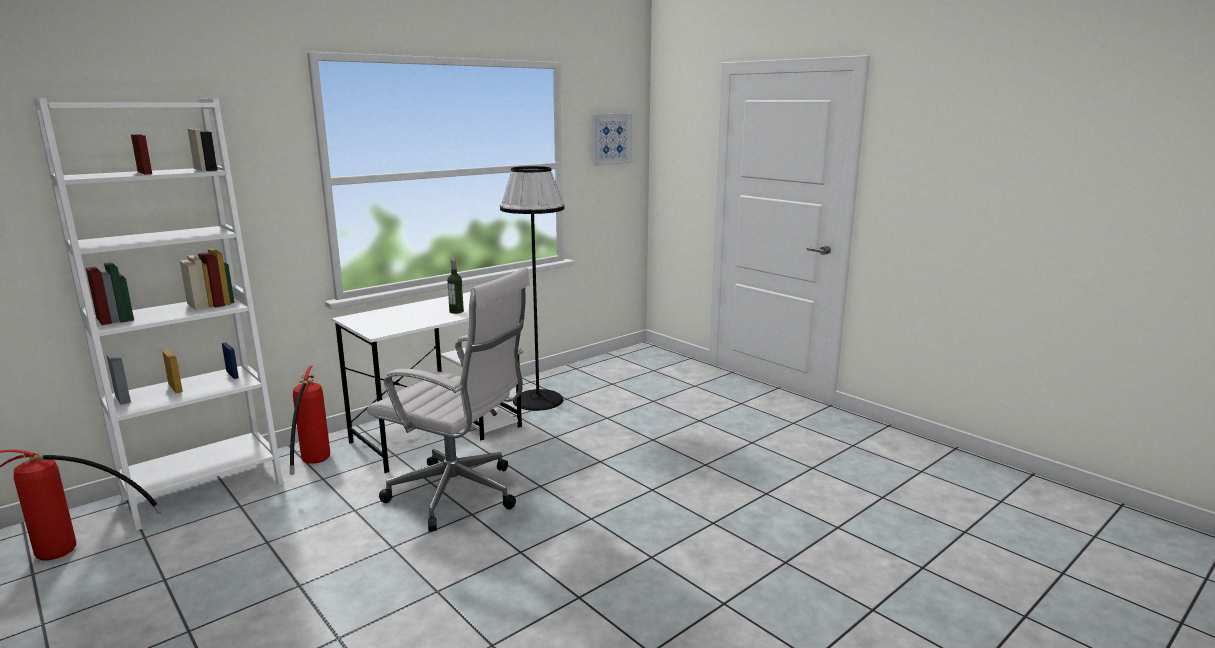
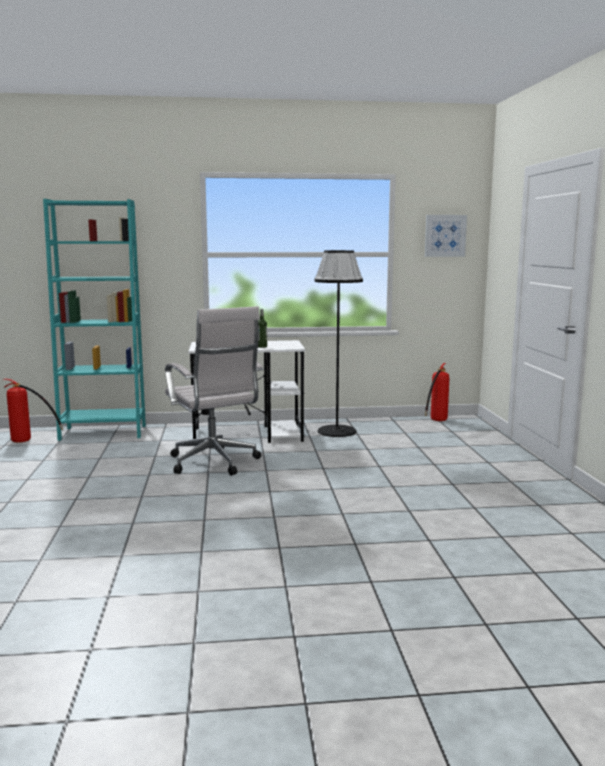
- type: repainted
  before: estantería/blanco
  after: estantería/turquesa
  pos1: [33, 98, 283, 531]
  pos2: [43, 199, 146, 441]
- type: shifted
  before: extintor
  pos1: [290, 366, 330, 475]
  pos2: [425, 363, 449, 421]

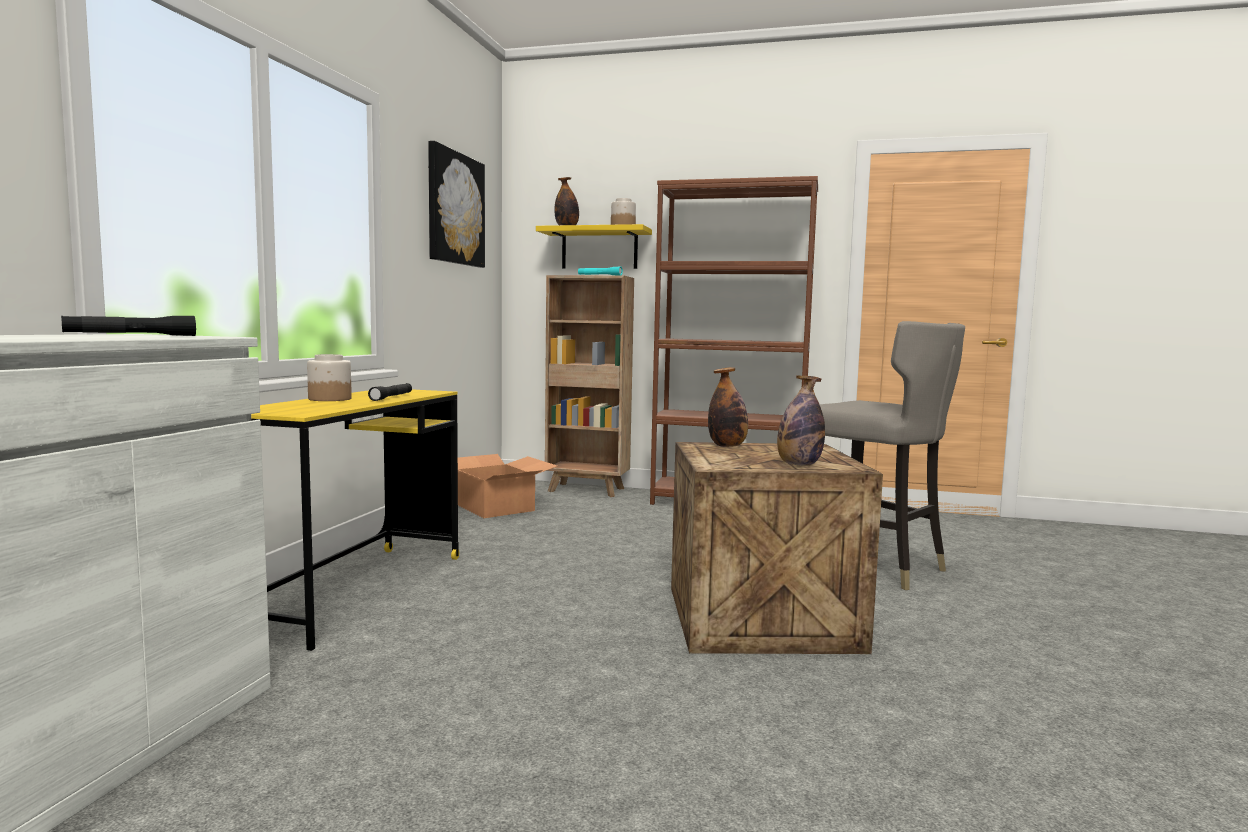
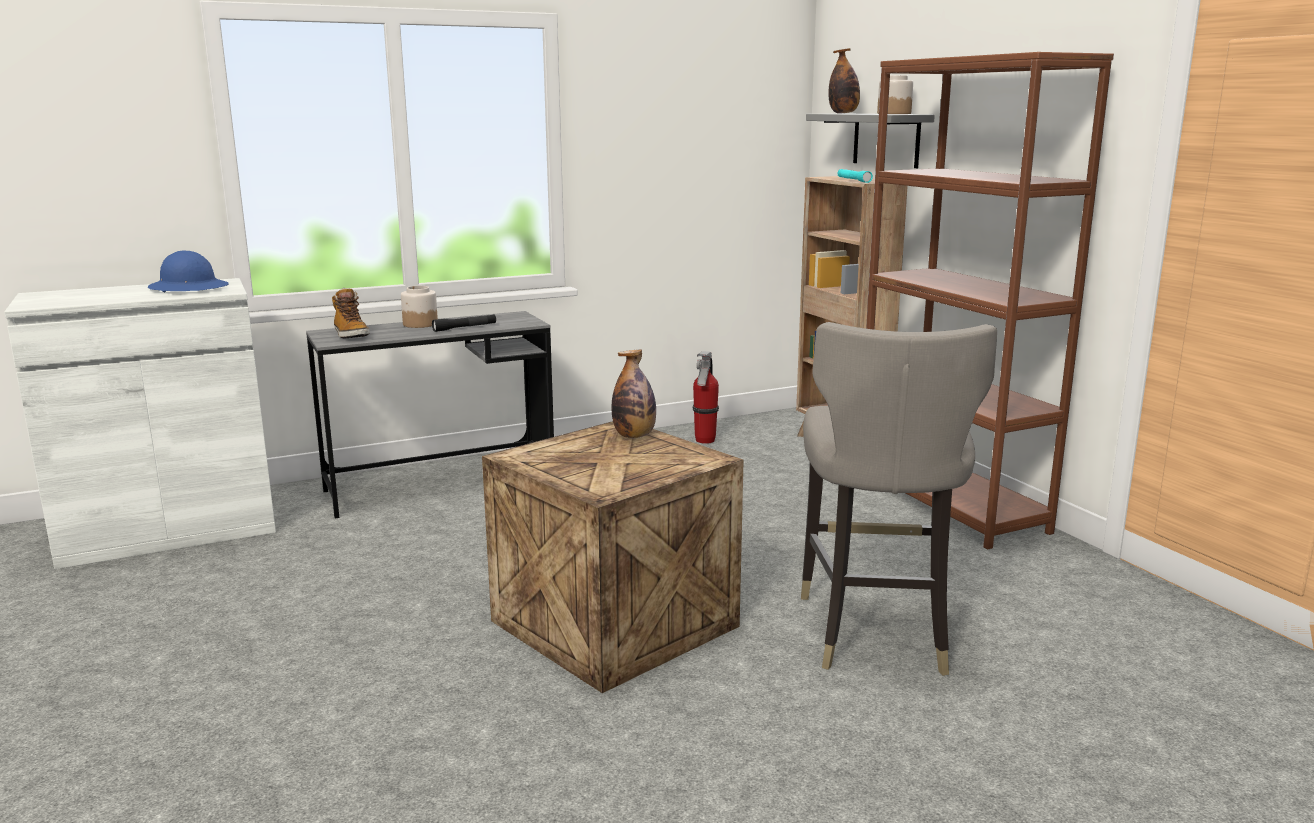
- type: gone
  before: cuadro
  pos1: [428, 141, 485, 268]
- type: repainted
  before: estante/amarillo
  after: estante/gris
  pos1: [536, 224, 652, 269]
  pos2: [806, 114, 935, 168]
- type: swapped
  before: linterna/negro
  after: casco/azul
  pos1: [61, 316, 196, 336]
  pos2: [148, 250, 229, 292]
- type: gone
  before: botella
  pos1: [777, 375, 825, 466]
- type: repainted
  before: escritorio/amarillo
  after: escritorio/gris
  pos1: [251, 389, 459, 651]
  pos2: [306, 311, 554, 518]
- type: swapped
  before: caja de cartón
  after: extintor
  pos1: [458, 454, 557, 518]
  pos2: [692, 351, 719, 444]
- type: new
  after: bota
  pos2: [332, 288, 370, 338]

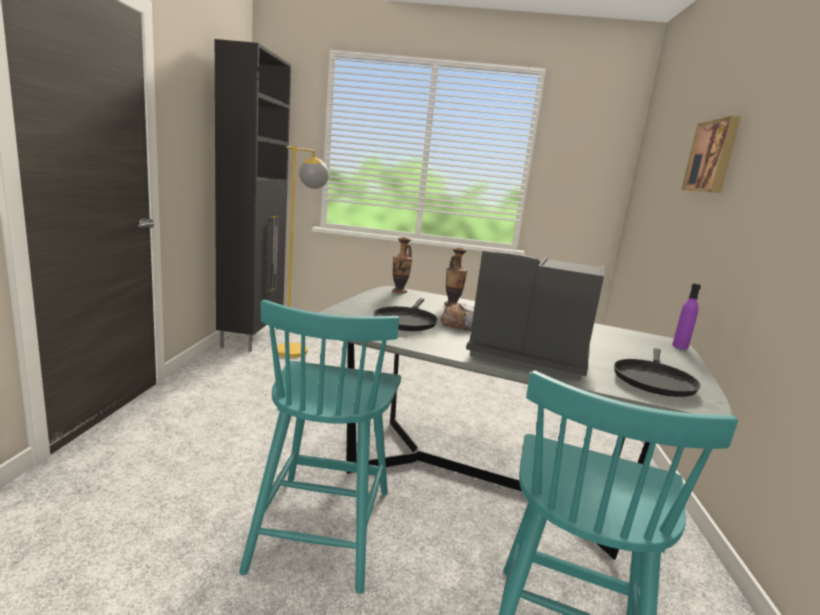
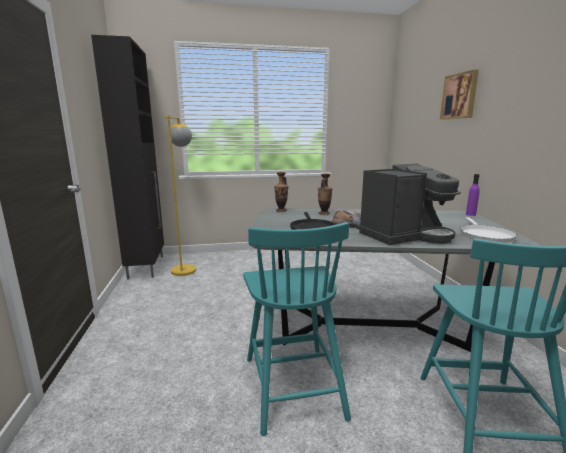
- type: rotated
  before: cafetera
  pos1: [466, 251, 604, 380]
  pos2: [356, 164, 461, 245]
  turn: 150
- type: repainted
  before: sartén/negro
  after: sartén/blanco
  pos1: [614, 348, 701, 397]
  pos2: [460, 217, 517, 243]

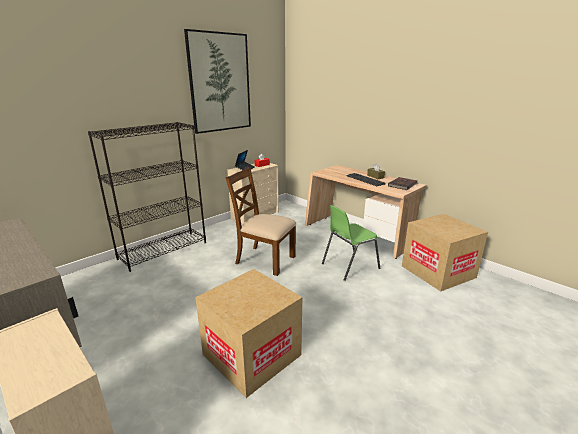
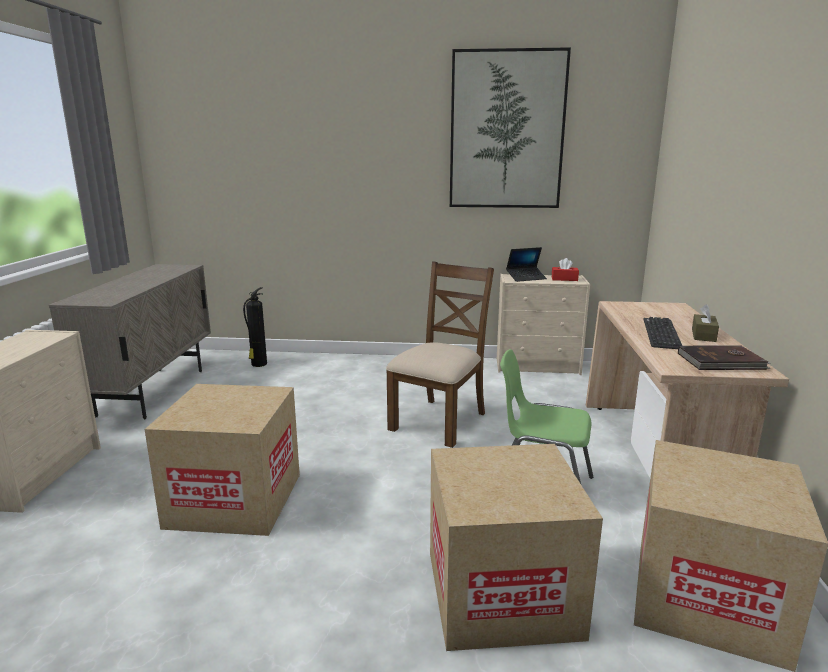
- type: gone
  before: estantería/negro
  pos1: [88, 122, 206, 272]
- type: rotated
  before: silla/marrón
  pos1: [226, 167, 296, 276]
  pos2: [386, 261, 494, 448]
  turn: 45
- type: new
  after: extintor
  pos2: [243, 287, 267, 367]
- type: new
  after: caja de cartón
  pos2: [430, 444, 603, 651]

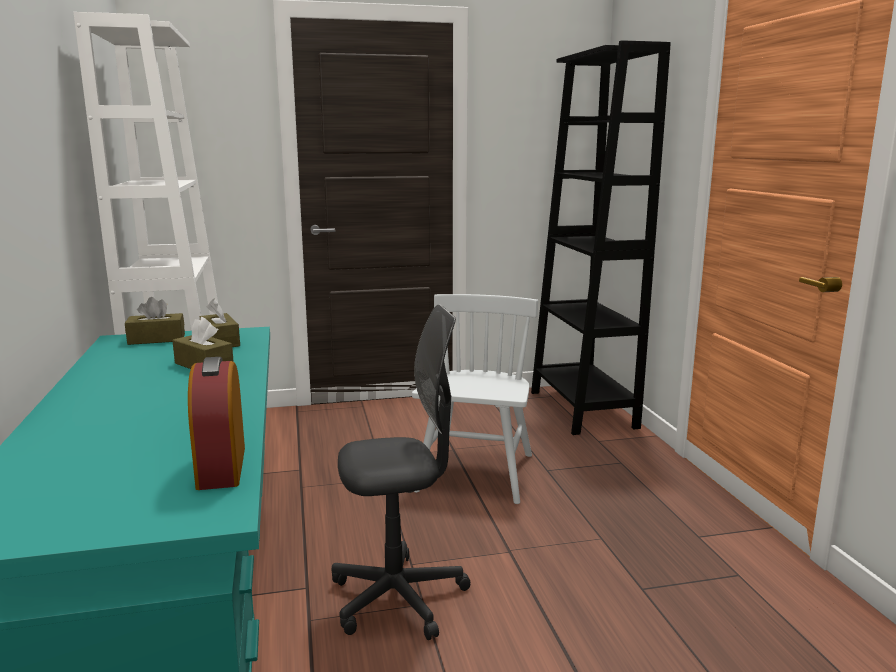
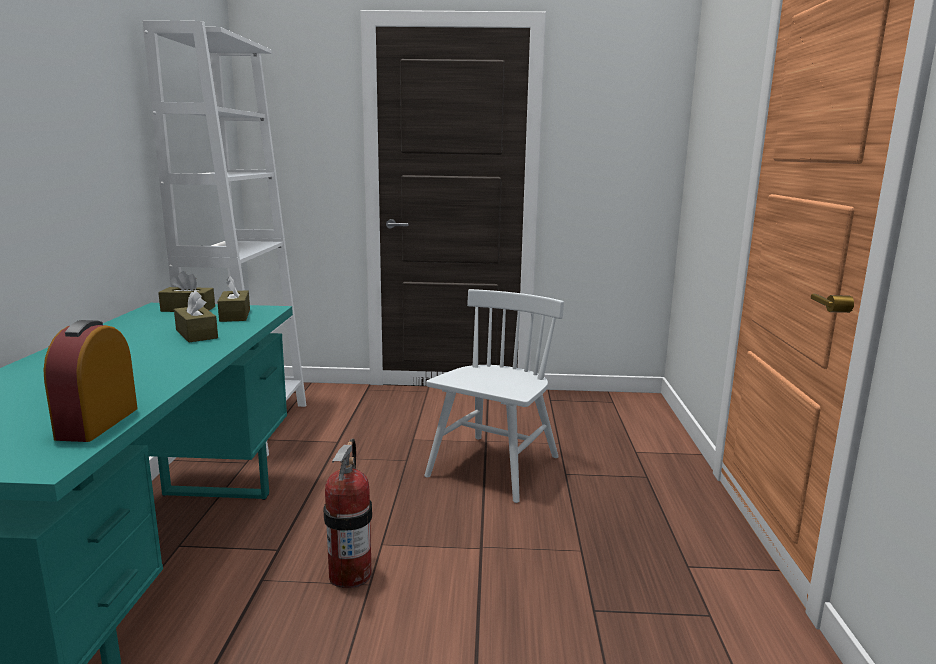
- type: gone
  before: estantería/negro
  pos1: [531, 40, 671, 435]
- type: swapped
  before: silla de oficina/gris
  after: extintor
  pos1: [332, 304, 471, 640]
  pos2: [323, 438, 372, 588]

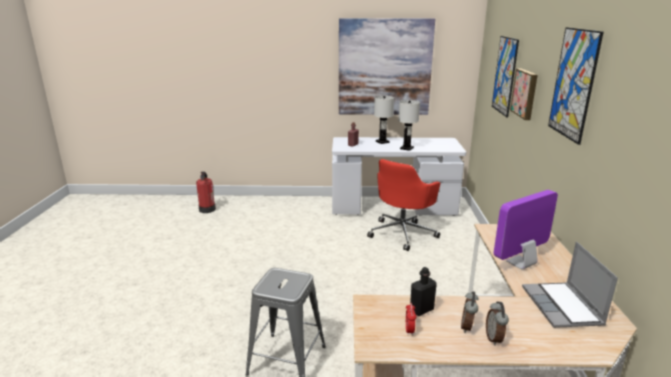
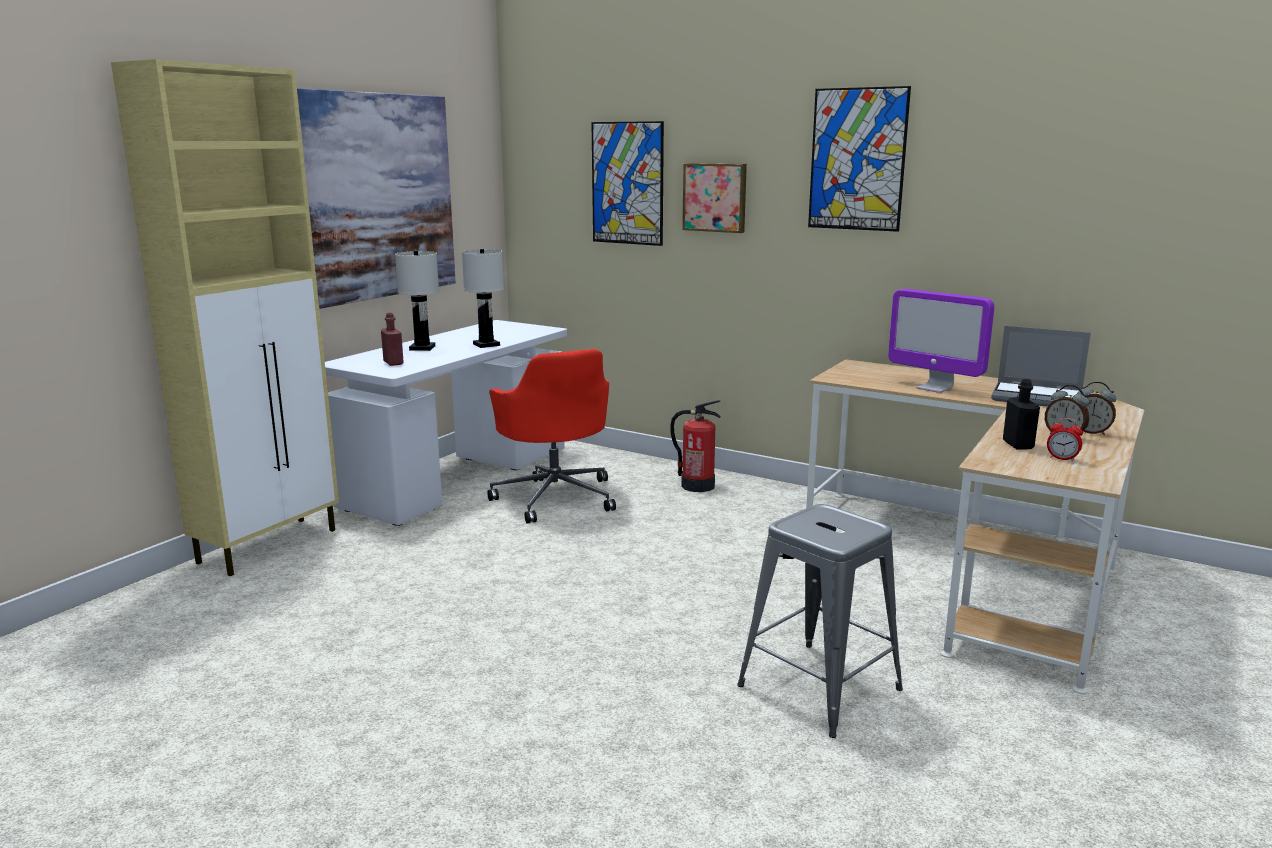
- type: shifted
  before: extintor
  pos1: [196, 172, 216, 213]
  pos2: [670, 400, 721, 492]
- type: rotated
  before: monitor
  pos1: [494, 190, 558, 269]
  pos2: [888, 289, 994, 393]
  turn: -45
- type: new
  after: armario/beis
  pos2: [111, 59, 339, 576]

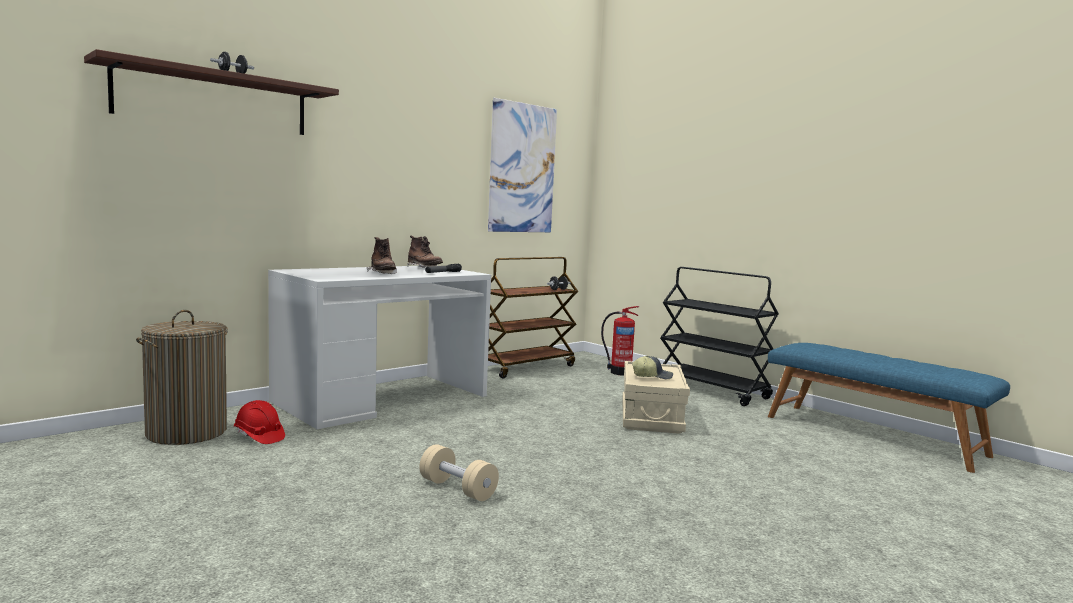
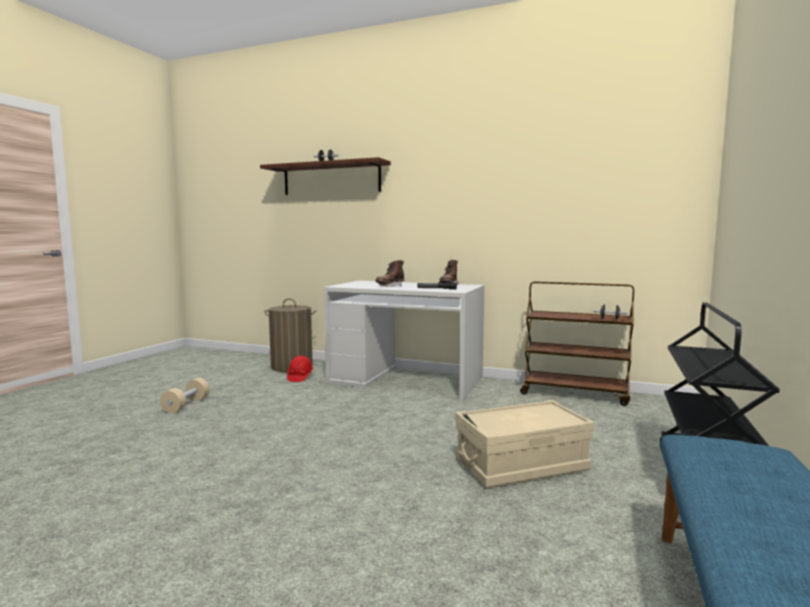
- type: gone
  before: cuadro
  pos1: [488, 98, 557, 232]
- type: gone
  before: extintor
  pos1: [601, 306, 639, 376]
- type: gone
  before: gorra
  pos1: [632, 356, 673, 379]
- type: shifted
  before: mancuerna/beis
  pos1: [419, 444, 499, 501]
  pos2: [160, 378, 210, 413]

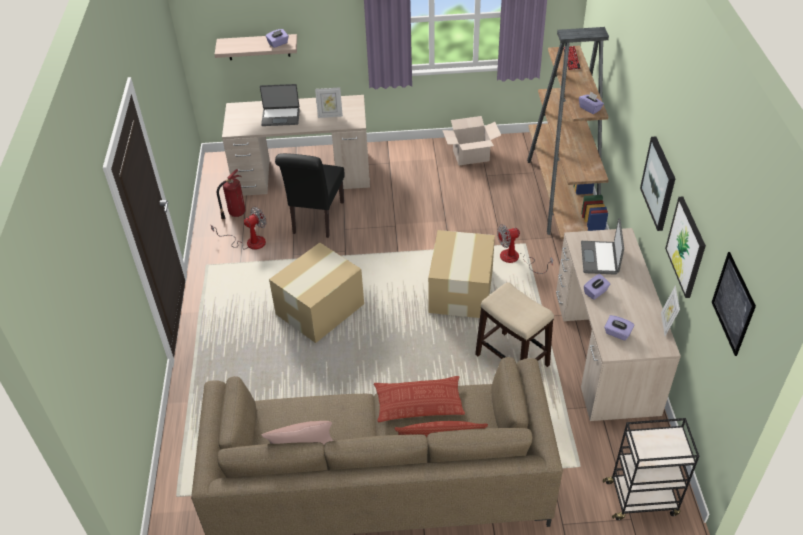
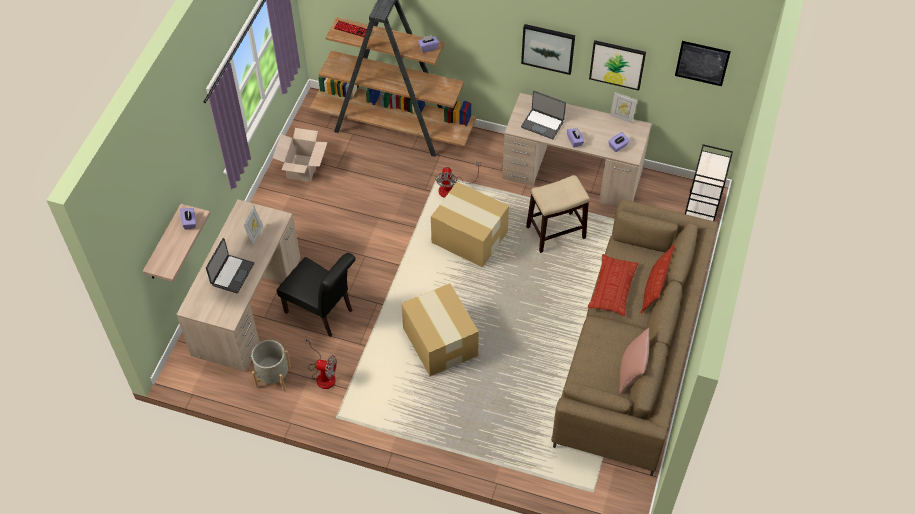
- type: swapped
  before: extintor
  after: maceta/gris
  pos1: [217, 169, 245, 219]
  pos2: [251, 340, 291, 391]
- type: rotated
  before: ventilador
  pos1: [210, 207, 267, 250]
  pos2: [305, 337, 337, 389]
  turn: 120

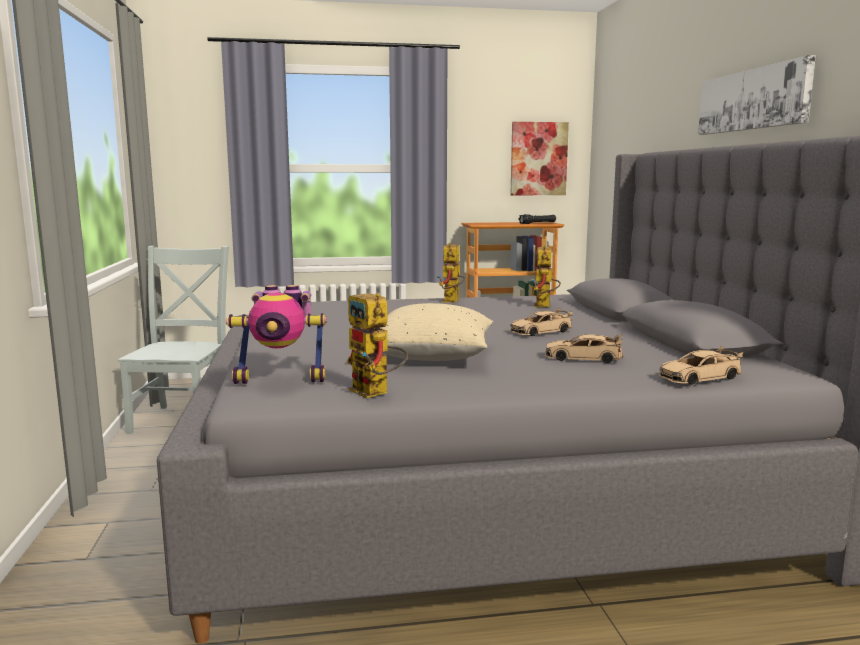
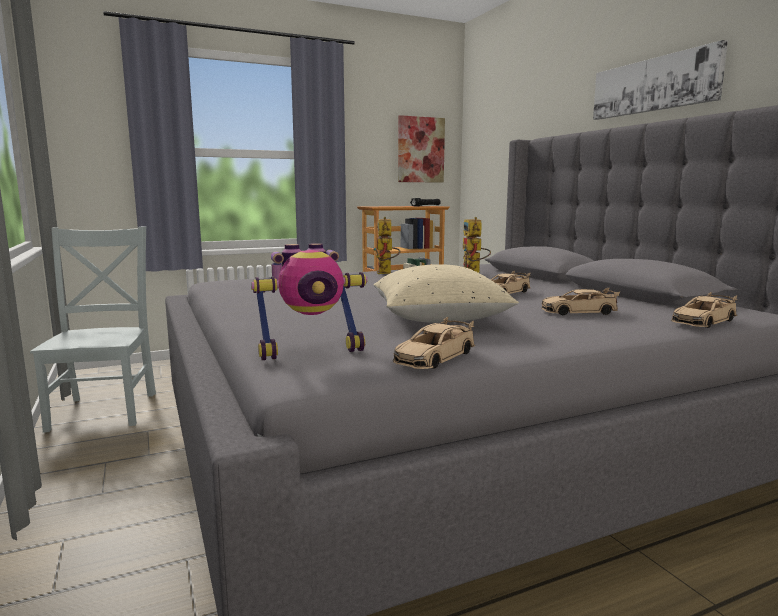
- type: swapped
  before: robot de juguete
  after: coche de juguete/beis
  pos1: [347, 293, 408, 398]
  pos2: [393, 317, 475, 369]

